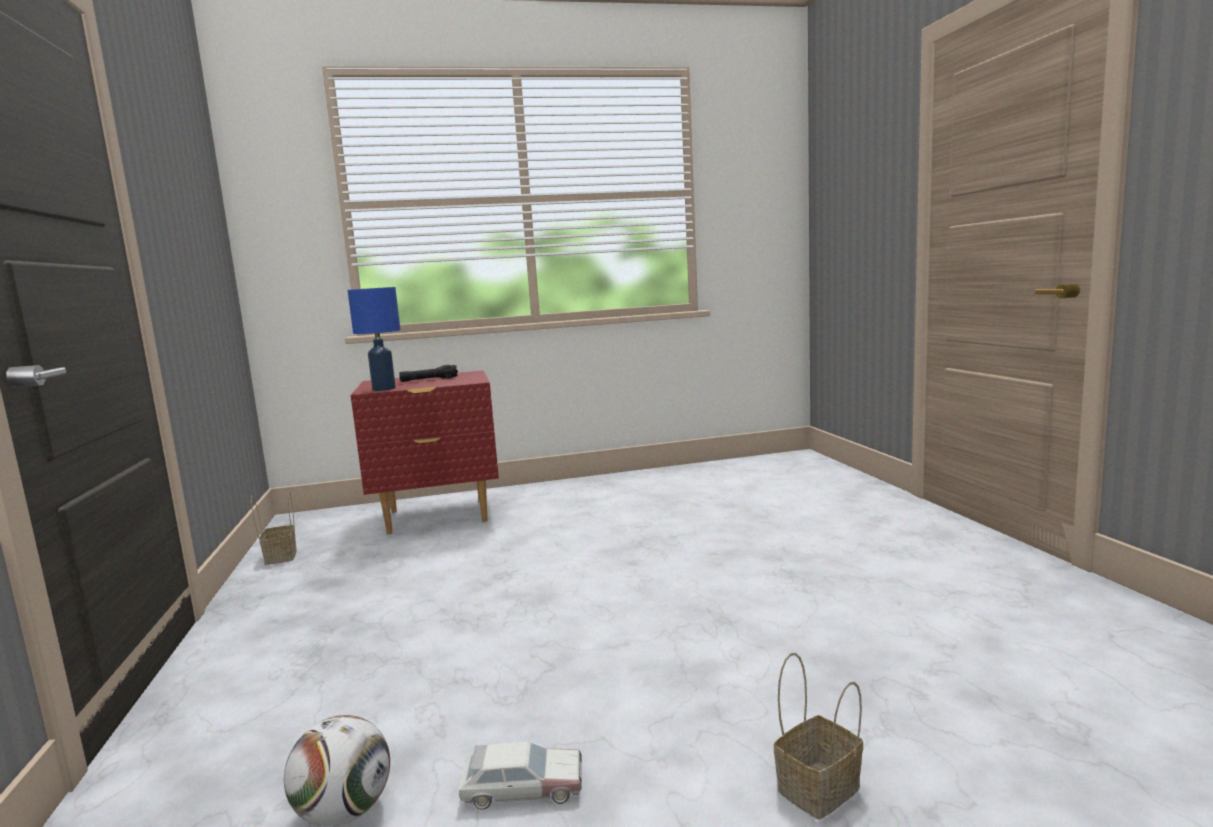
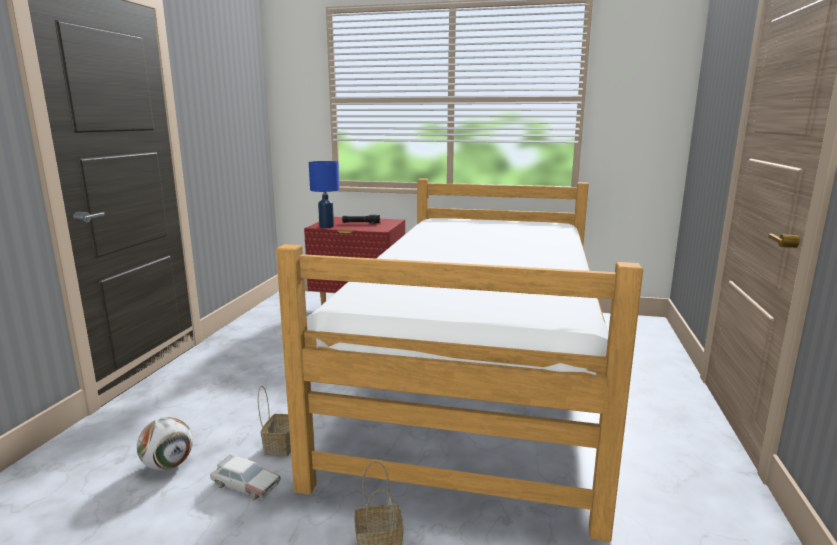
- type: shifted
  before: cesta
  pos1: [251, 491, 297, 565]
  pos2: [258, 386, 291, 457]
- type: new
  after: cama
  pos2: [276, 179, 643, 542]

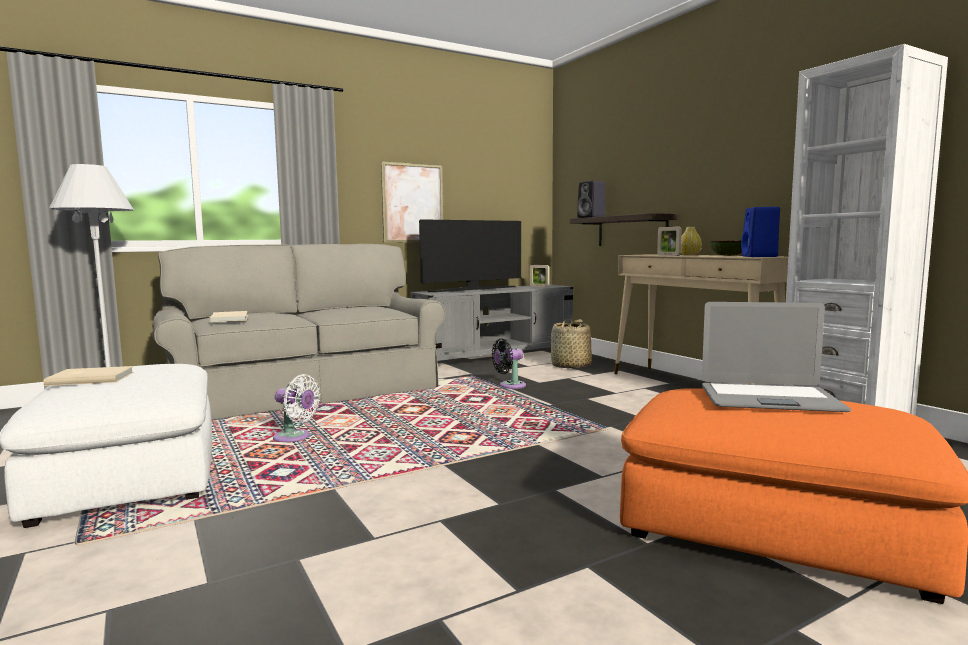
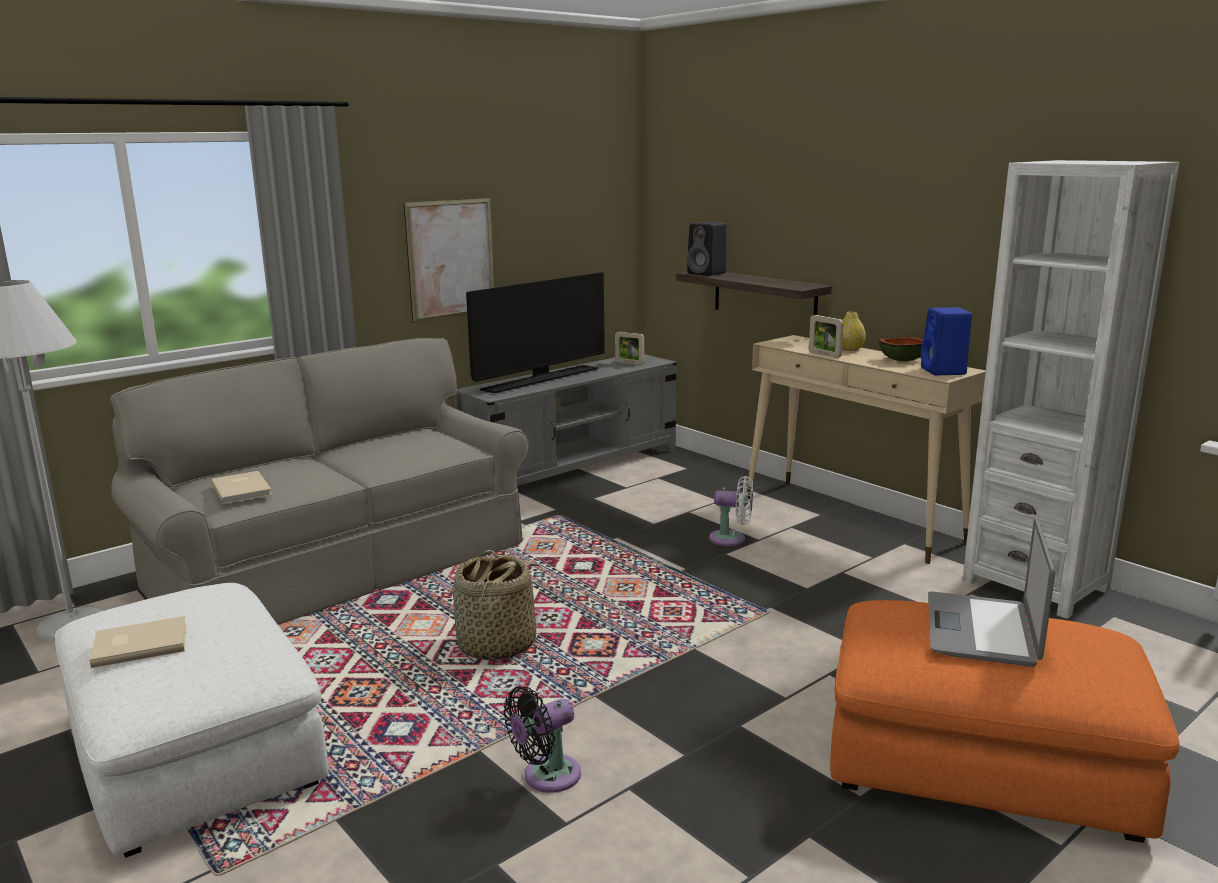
- type: rotated
  before: portátil
  pos1: [702, 302, 851, 412]
  pos2: [928, 518, 1055, 667]
  turn: 105
- type: shifted
  before: cesta
  pos1: [551, 319, 592, 368]
  pos2: [453, 550, 536, 660]
- type: shifted
  before: ventilador/negro
  pos1: [492, 339, 526, 389]
  pos2: [504, 686, 581, 793]
- type: shifted
  before: ventilador/blanco
  pos1: [273, 374, 320, 442]
  pos2: [709, 476, 753, 546]

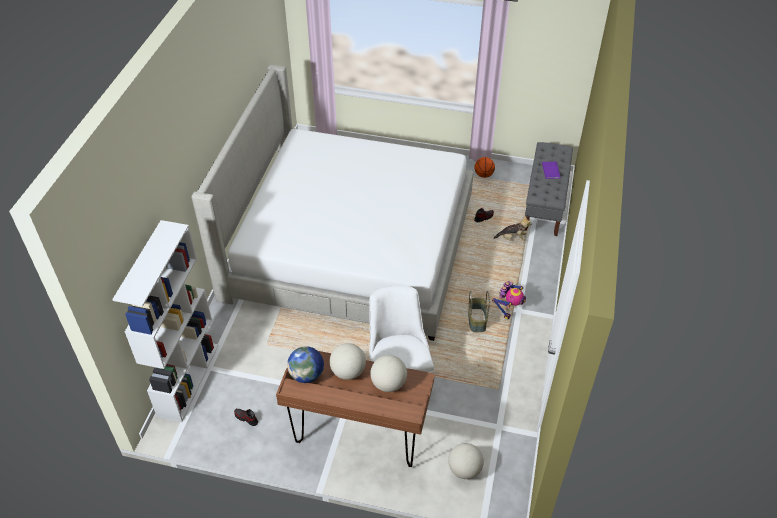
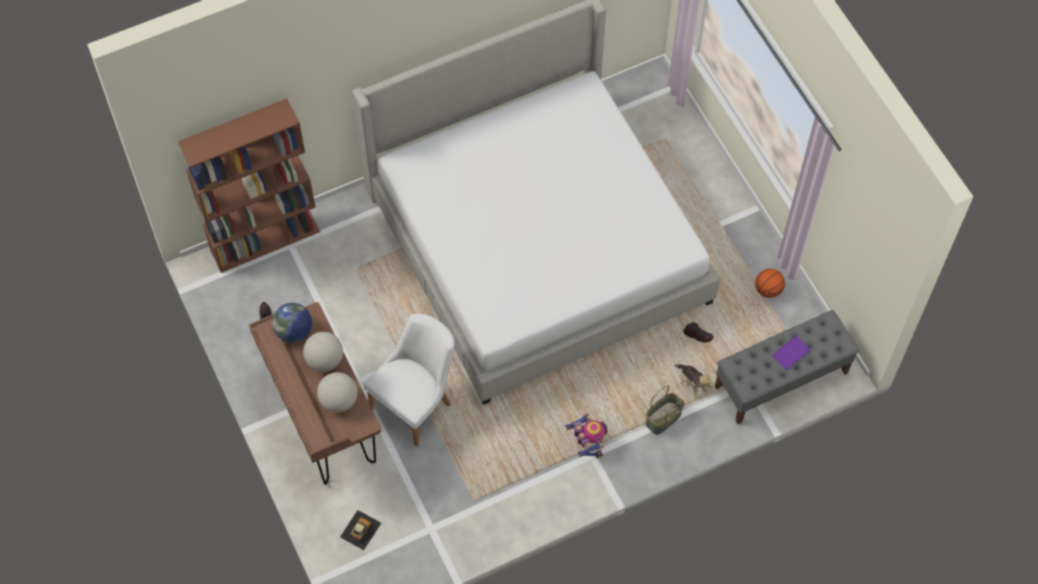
- type: repainted
  before: estantería/blanco
  after: estantería/marrón
  pos1: [112, 220, 219, 422]
  pos2: [178, 99, 320, 273]
- type: rotated
  before: robot de juguete
  pos1: [492, 281, 526, 319]
  pos2: [565, 414, 608, 458]
  turn: -105
- type: shifted
  before: cesta
  pos1: [468, 290, 490, 332]
  pos2: [645, 386, 684, 435]
- type: swapped
  before: globo terráqueo
  after: coche de juguete
  pos1: [448, 443, 484, 479]
  pos2: [340, 510, 381, 550]

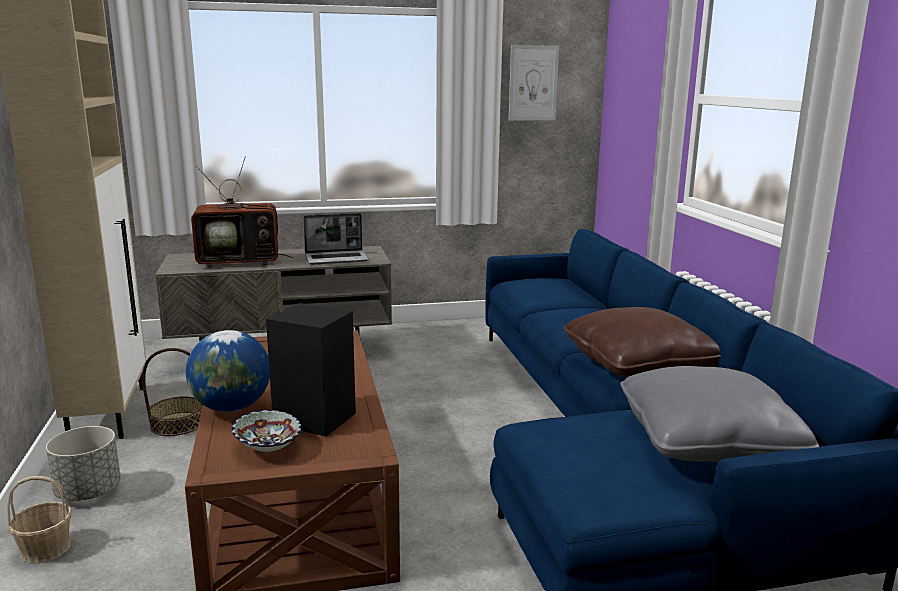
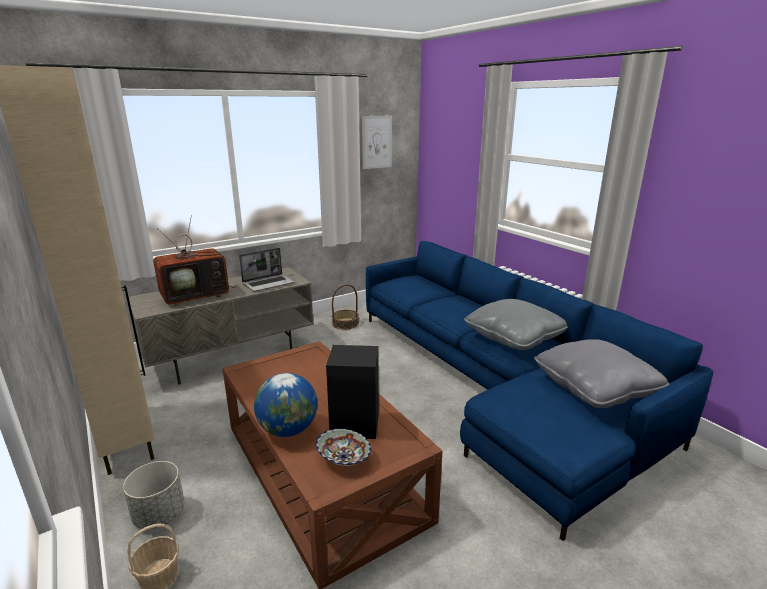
- type: repainted
  before: cojín/marrón
  after: cojín/gris
  pos1: [563, 307, 721, 377]
  pos2: [464, 299, 568, 350]
- type: shifted
  before: cesta
  pos1: [142, 348, 203, 436]
  pos2: [332, 284, 359, 330]

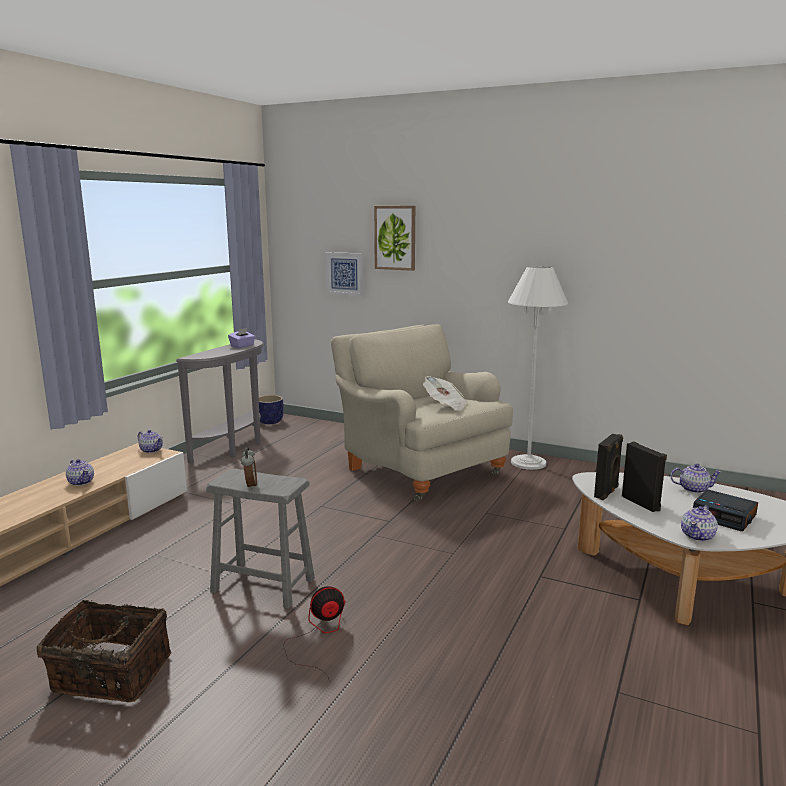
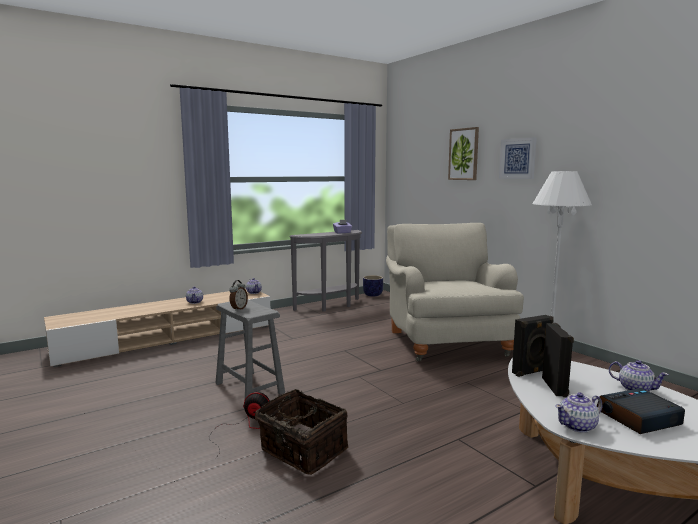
- type: shifted
  before: cuadro
  pos1: [325, 252, 363, 296]
  pos2: [499, 137, 537, 179]
- type: gone
  before: periódico
  pos1: [423, 376, 468, 411]
- type: rotated
  before: despertador
  pos1: [693, 489, 758, 531]
  pos2: [597, 388, 685, 434]
  turn: 90
- type: shifted
  before: cesta
  pos1: [37, 600, 172, 702]
  pos2: [255, 389, 349, 475]

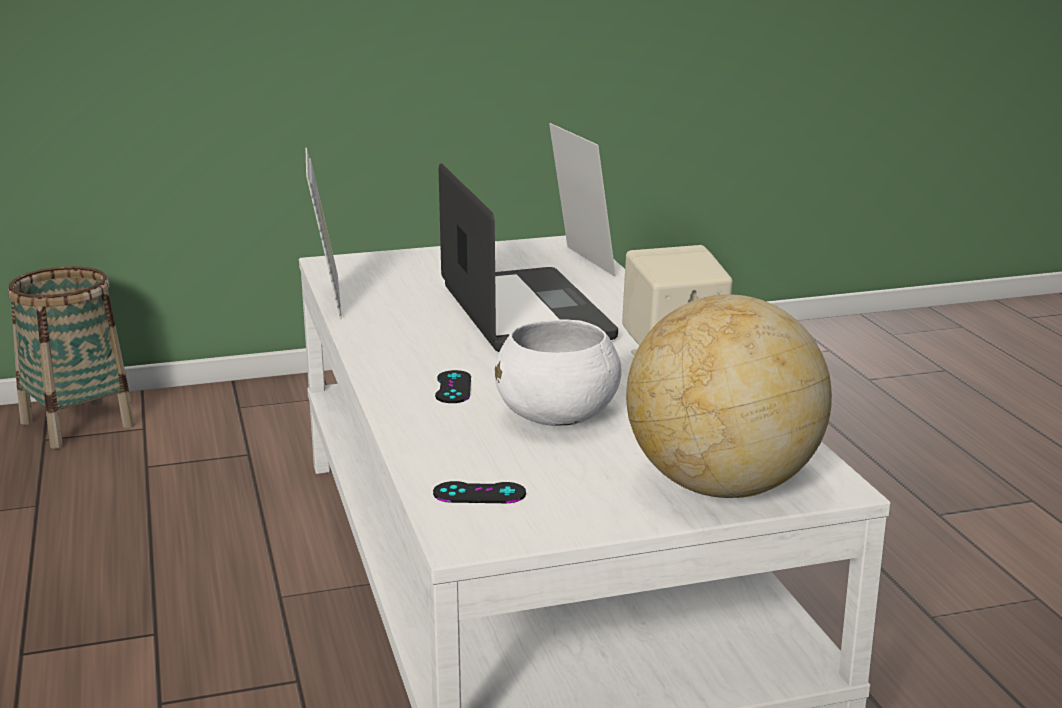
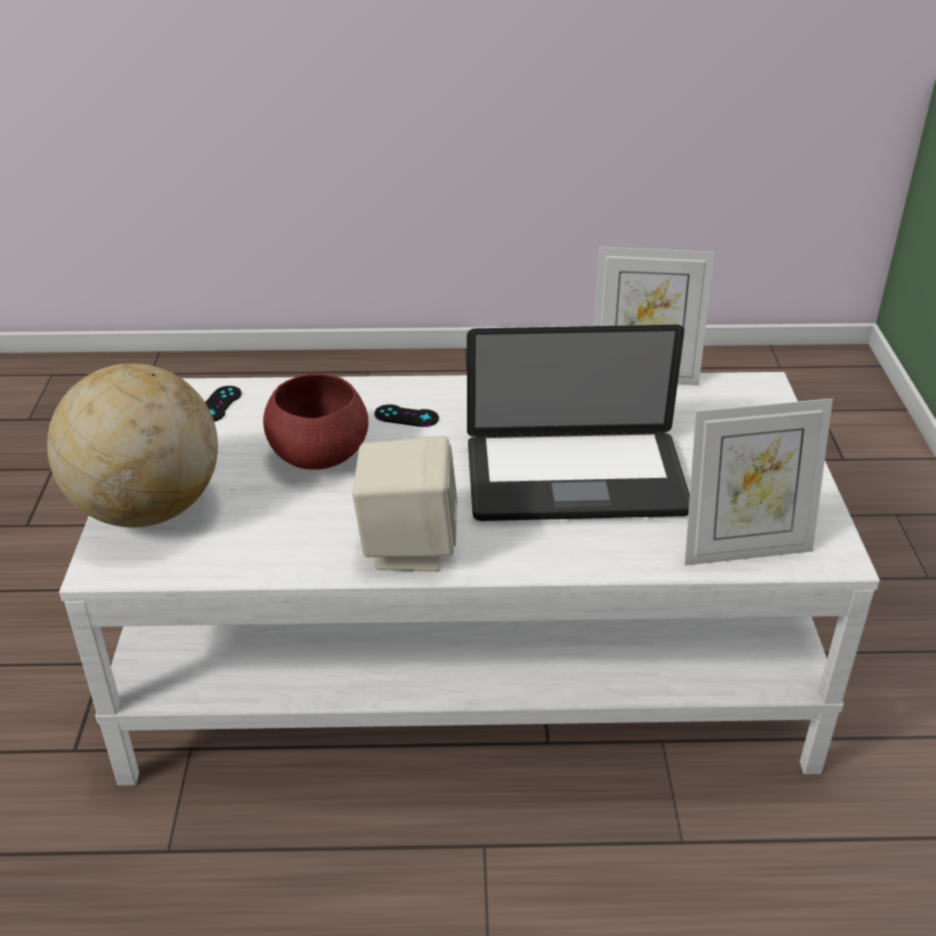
- type: gone
  before: cesta
  pos1: [8, 266, 135, 449]
- type: repainted
  before: cuenco/blanco
  after: cuenco/rojo
  pos1: [495, 319, 622, 426]
  pos2: [263, 373, 368, 470]

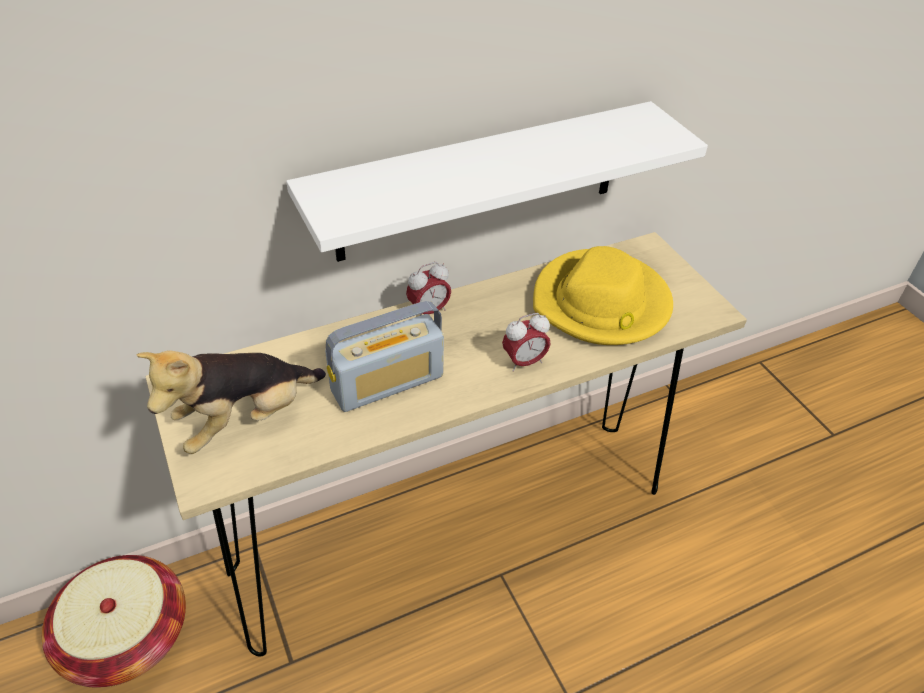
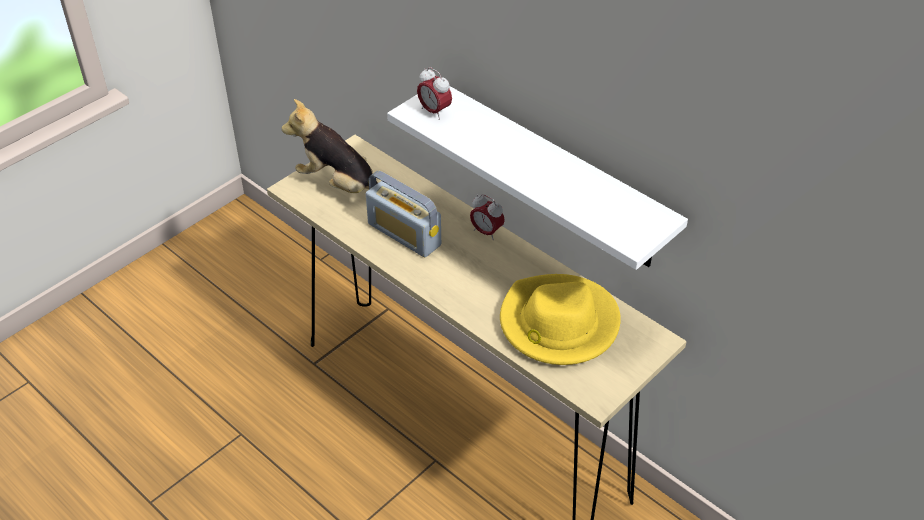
- type: shifted
  before: despertador
  pos1: [502, 313, 551, 372]
  pos2: [417, 67, 452, 120]
- type: gone
  before: cesta
  pos1: [41, 555, 186, 687]

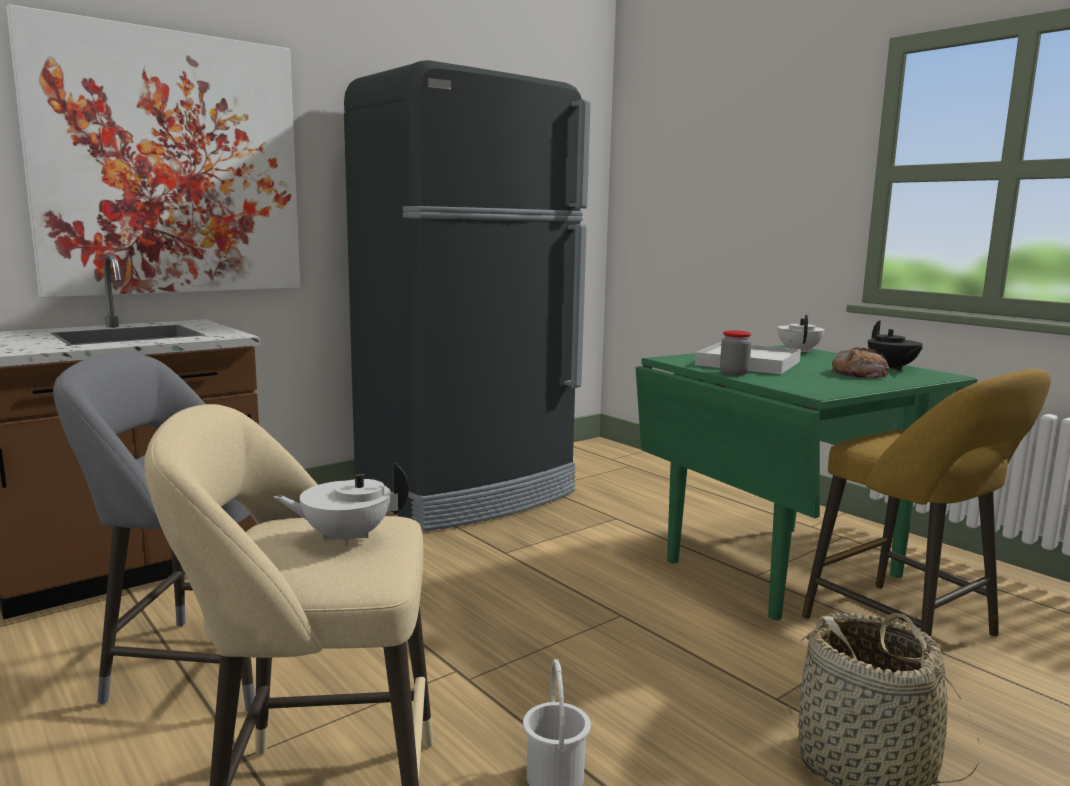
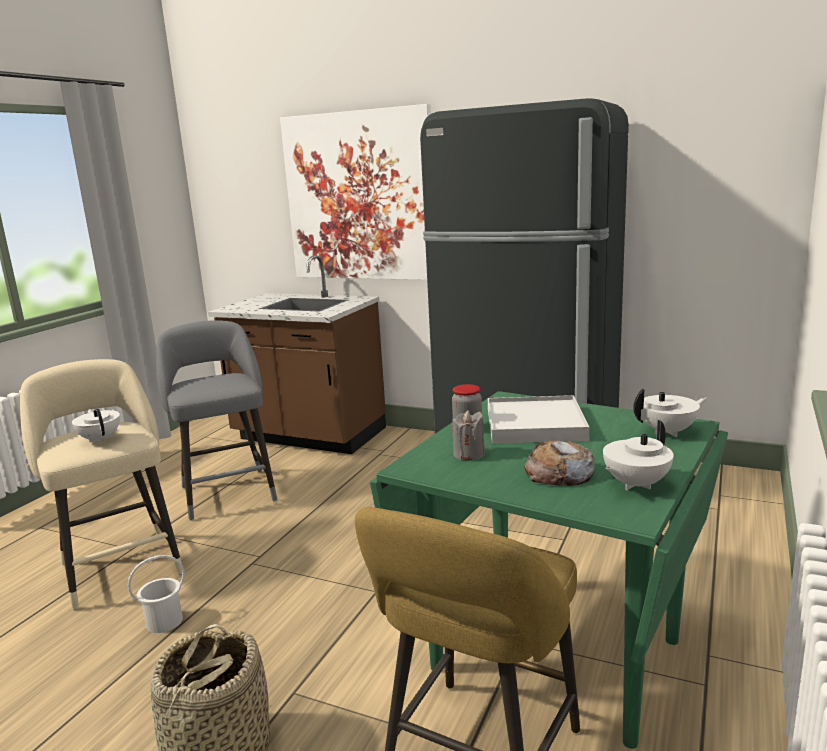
- type: repainted
  before: tetera/negro
  after: tetera/blanco
  pos1: [868, 321, 923, 370]
  pos2: [603, 420, 674, 490]
- type: new
  after: vela/gris
  pos2: [451, 410, 485, 460]

